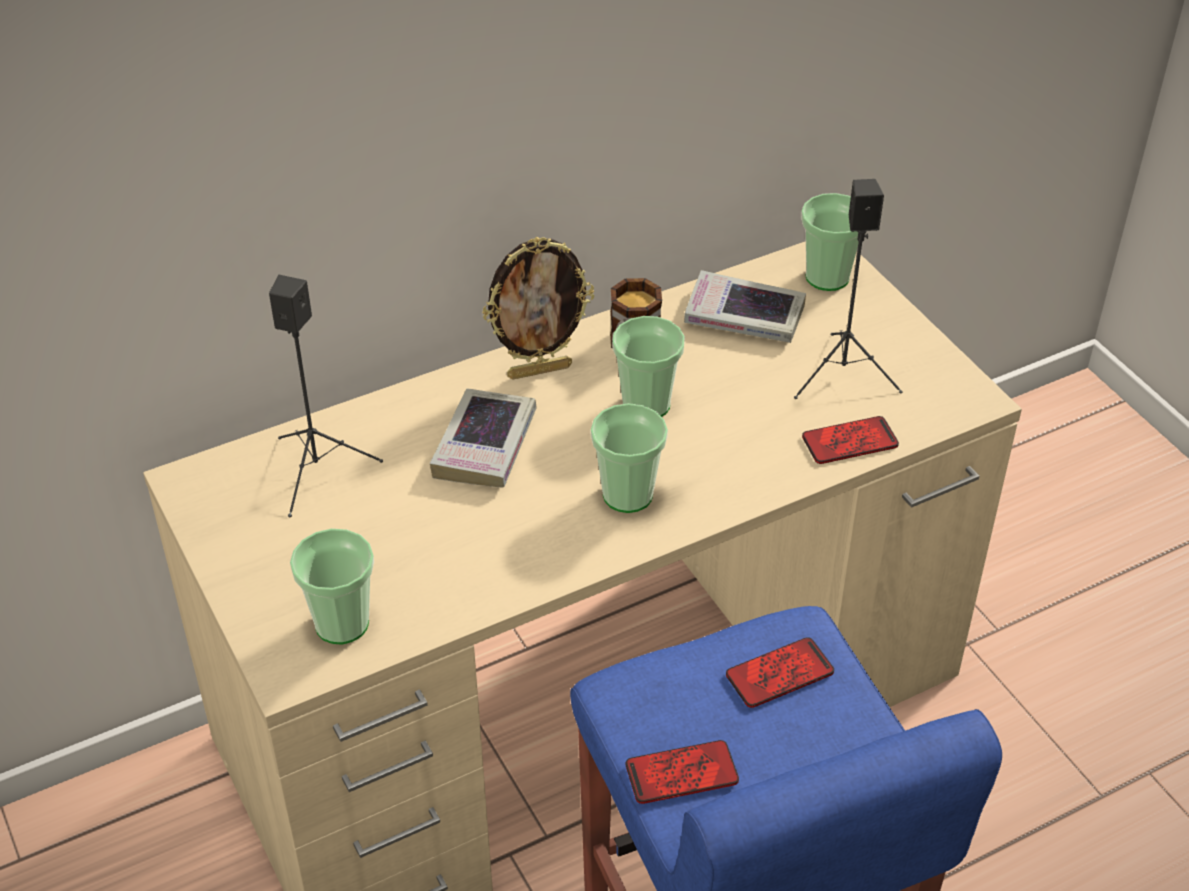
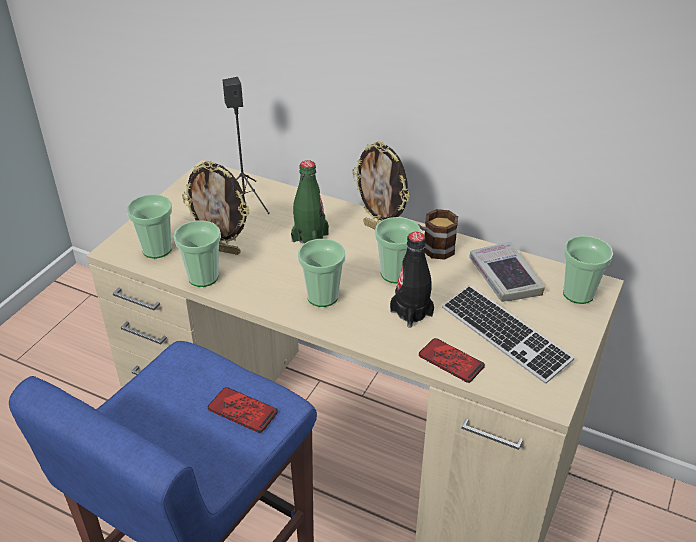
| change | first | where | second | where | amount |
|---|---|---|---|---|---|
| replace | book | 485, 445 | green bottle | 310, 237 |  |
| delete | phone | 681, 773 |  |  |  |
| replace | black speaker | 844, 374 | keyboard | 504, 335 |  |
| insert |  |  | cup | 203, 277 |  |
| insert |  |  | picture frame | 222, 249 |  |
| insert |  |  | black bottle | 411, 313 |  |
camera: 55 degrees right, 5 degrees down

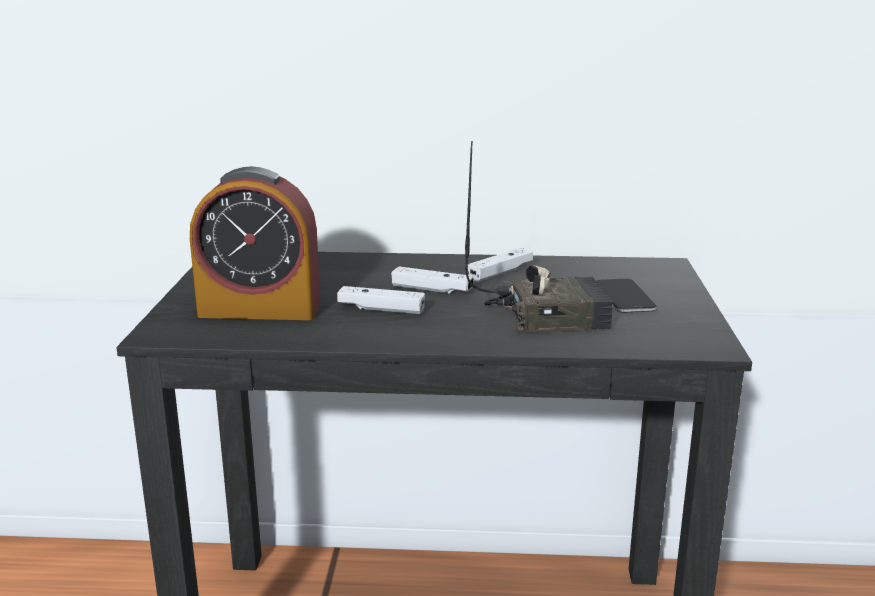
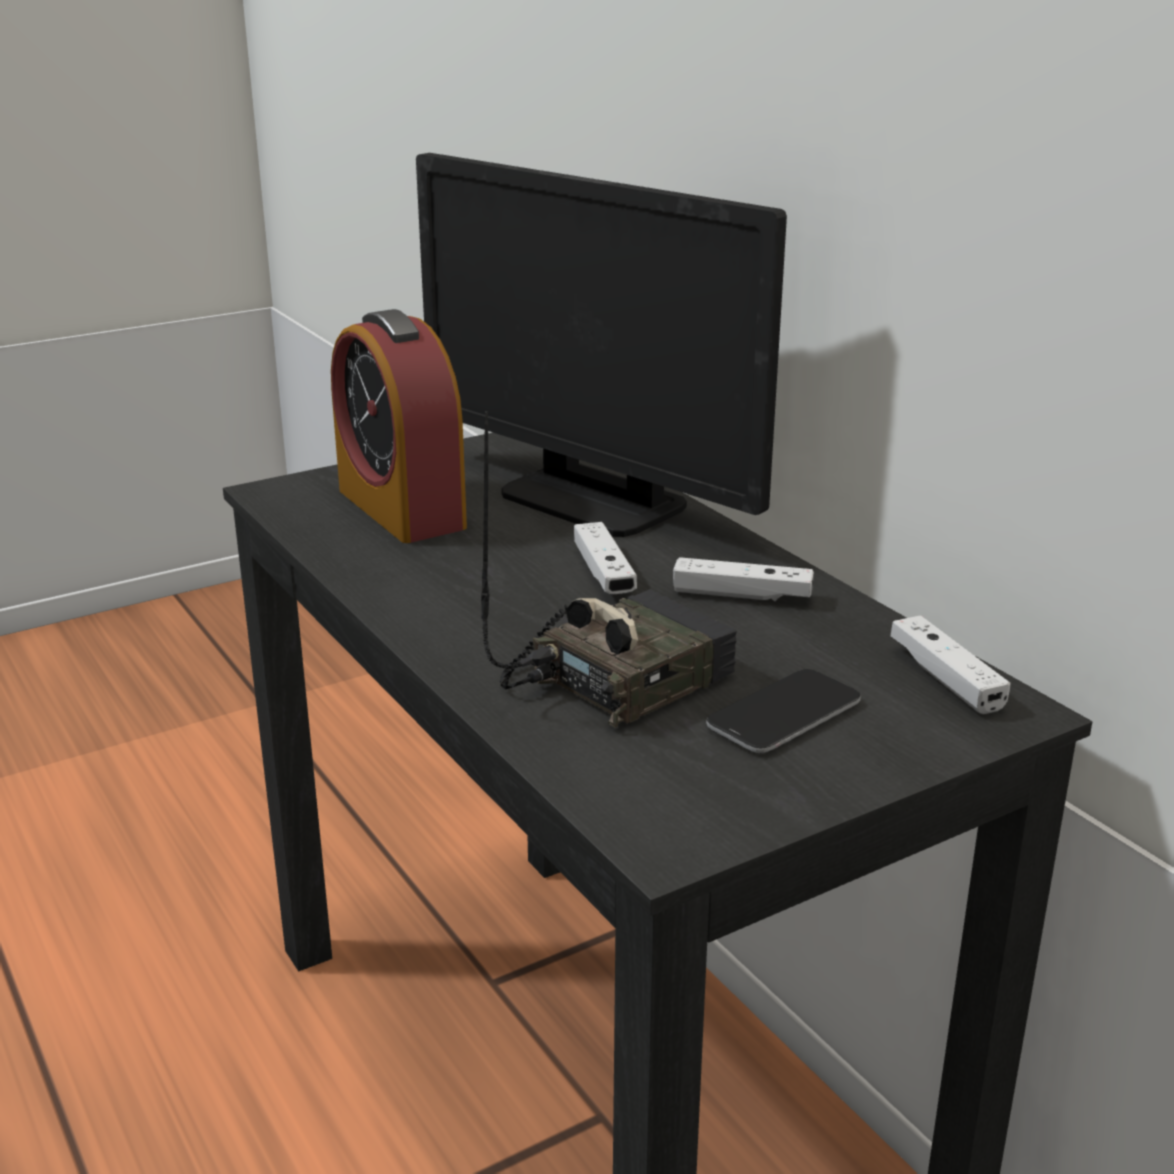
| change | first | where | second | where | amount |
|---|---|---|---|---|---|
| move | white game controller | 381, 309 |  | 945, 678 |  |
| rotate | radio | 548, 316 |  | 616, 677 | 90 degrees counterclockwise |
| insert |  |  | monitor | 594, 500 |  |
camera: 55 degrees right, 5 degrees up

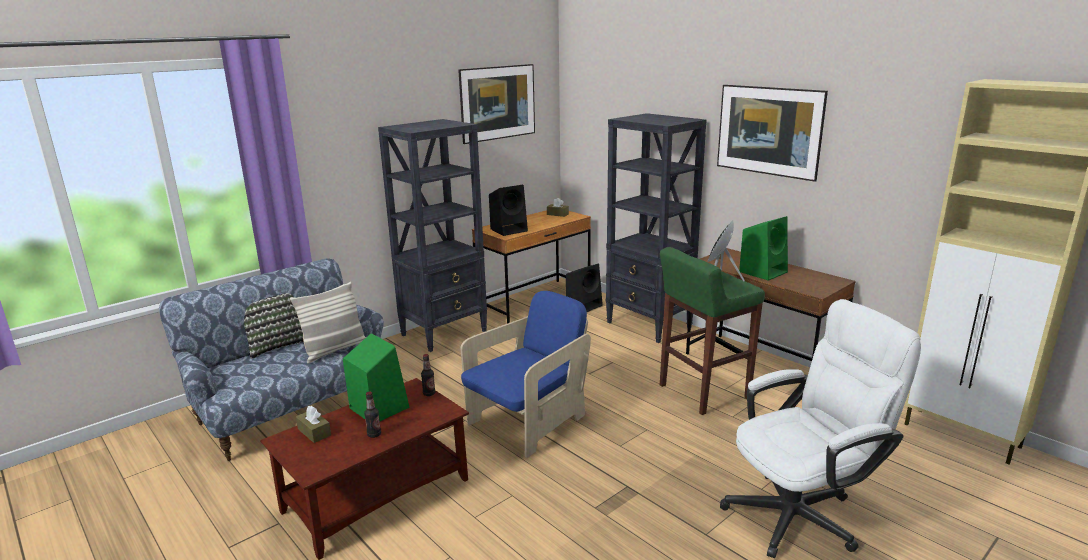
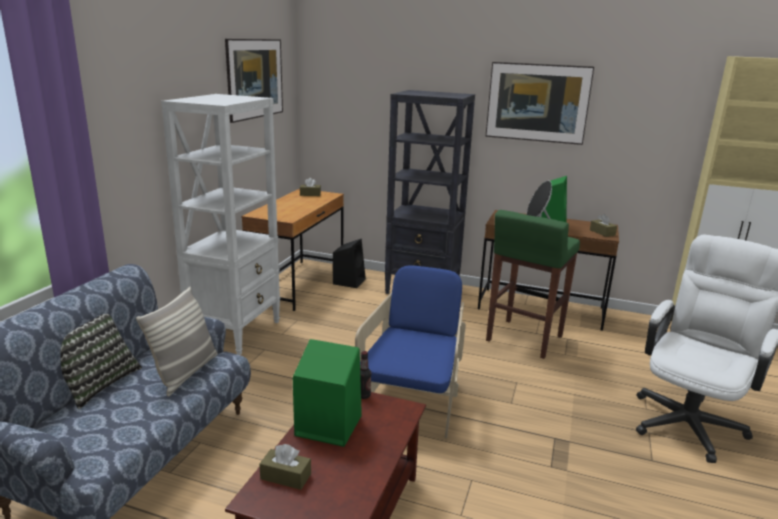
| change | first | where | second | where | amount |
|---|---|---|---|---|---|
| delete | bottle | 374, 434 |  |  |  |
| recolor | black bookcase | 445, 333 | white bookcase | 236, 332 |  |
| delete | black speaker | 509, 230 |  |  |  |
| insert |  |  | brown tissue box | 602, 232 |  |
camera: 30 degrees left, 0 degrees up

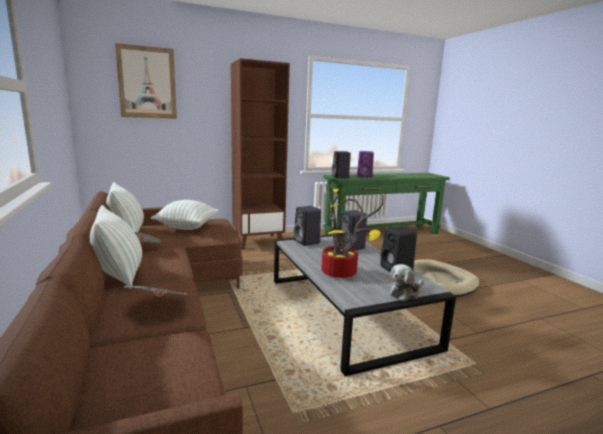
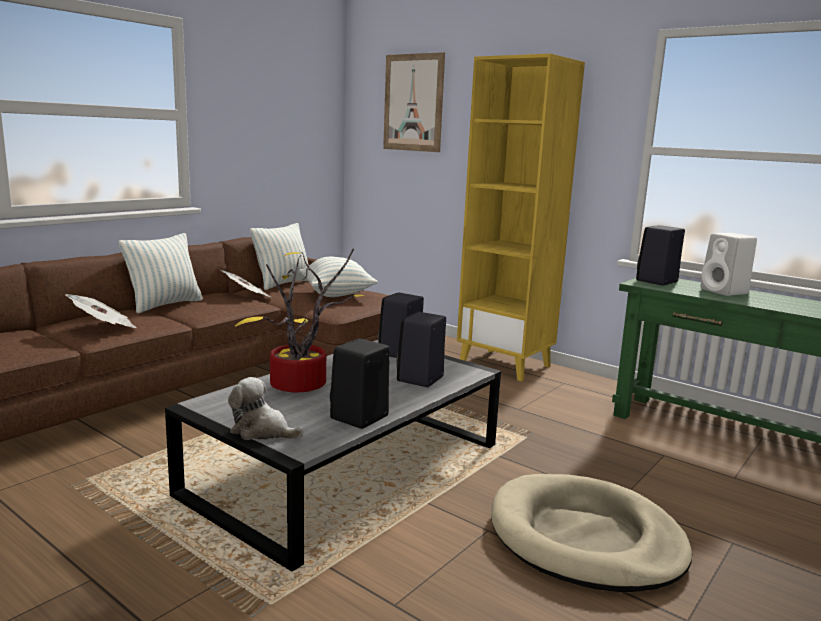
| change | first | where | second | where | amount |
|---|---|---|---|---|---|
| recolor | brown bookcase | 258, 241 | yellow bookcase | 505, 365 |  |
| recolor | purple speaker | 365, 176 | white speaker | 725, 292 |  |
camera: 60 degrees right, 0 degrees up

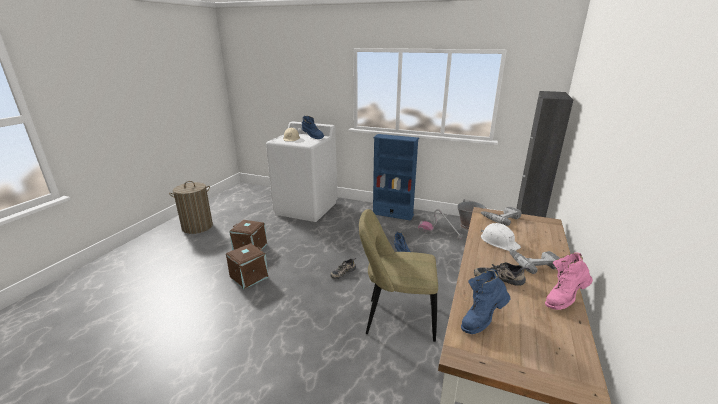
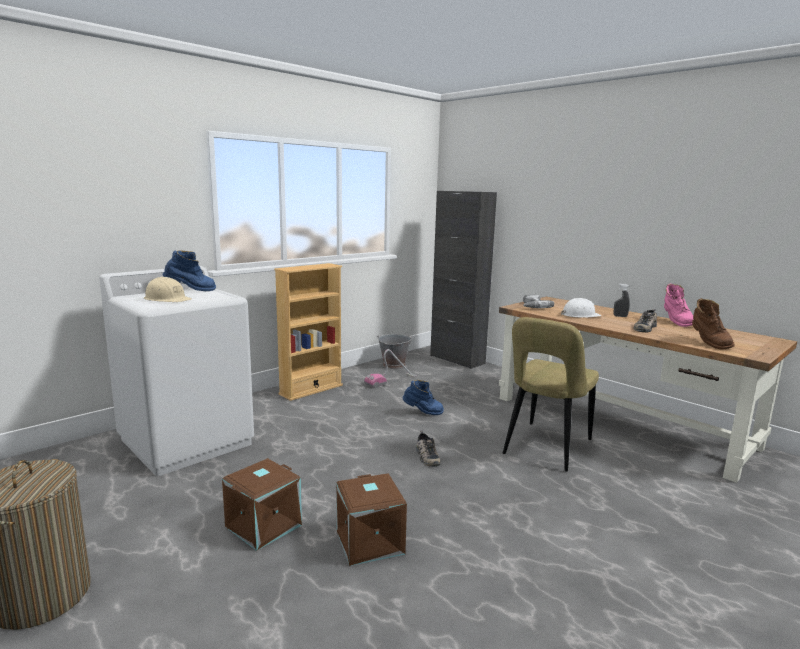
| change | first | where | second | where | amount |
|---|---|---|---|---|---|
| recolor | blue bookcase | 392, 214 | beige bookcase | 311, 390 |  |
| recolor | blue boot | 482, 320 | brown boot | 708, 343 |  |
| replace | power drill | 533, 262 | grey spray bottle | 620, 316 |  |
camera: 65 degrees left, 10 degrees down

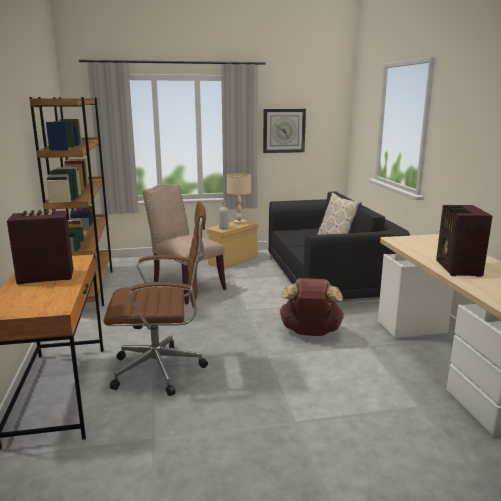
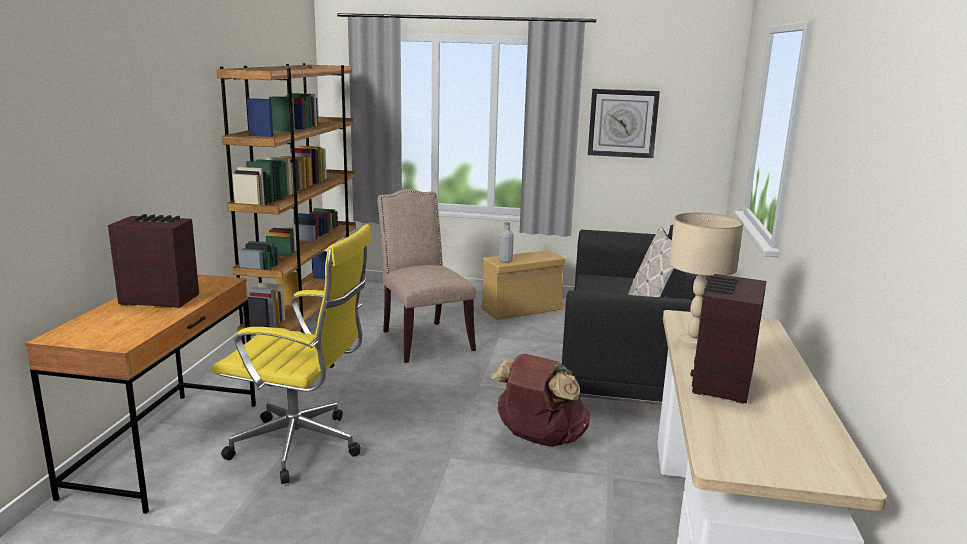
| change | first | where | second | where | amount |
|---|---|---|---|---|---|
| recolor | brown office chair | 162, 370 | yellow office chair | 302, 447 |  |
| move | beige table lamp | 239, 223 |  | 692, 342 |  |
camera: 20 degrees right, 0 degrees up

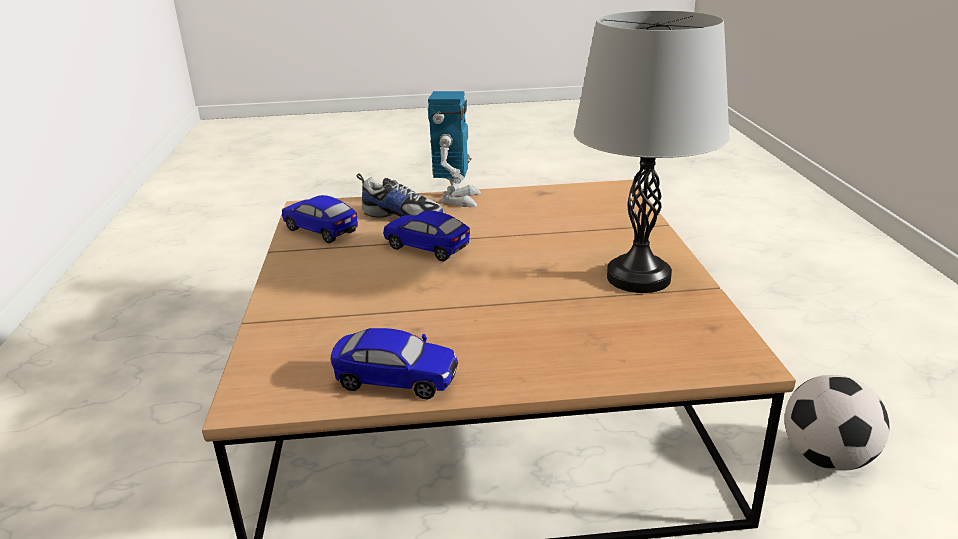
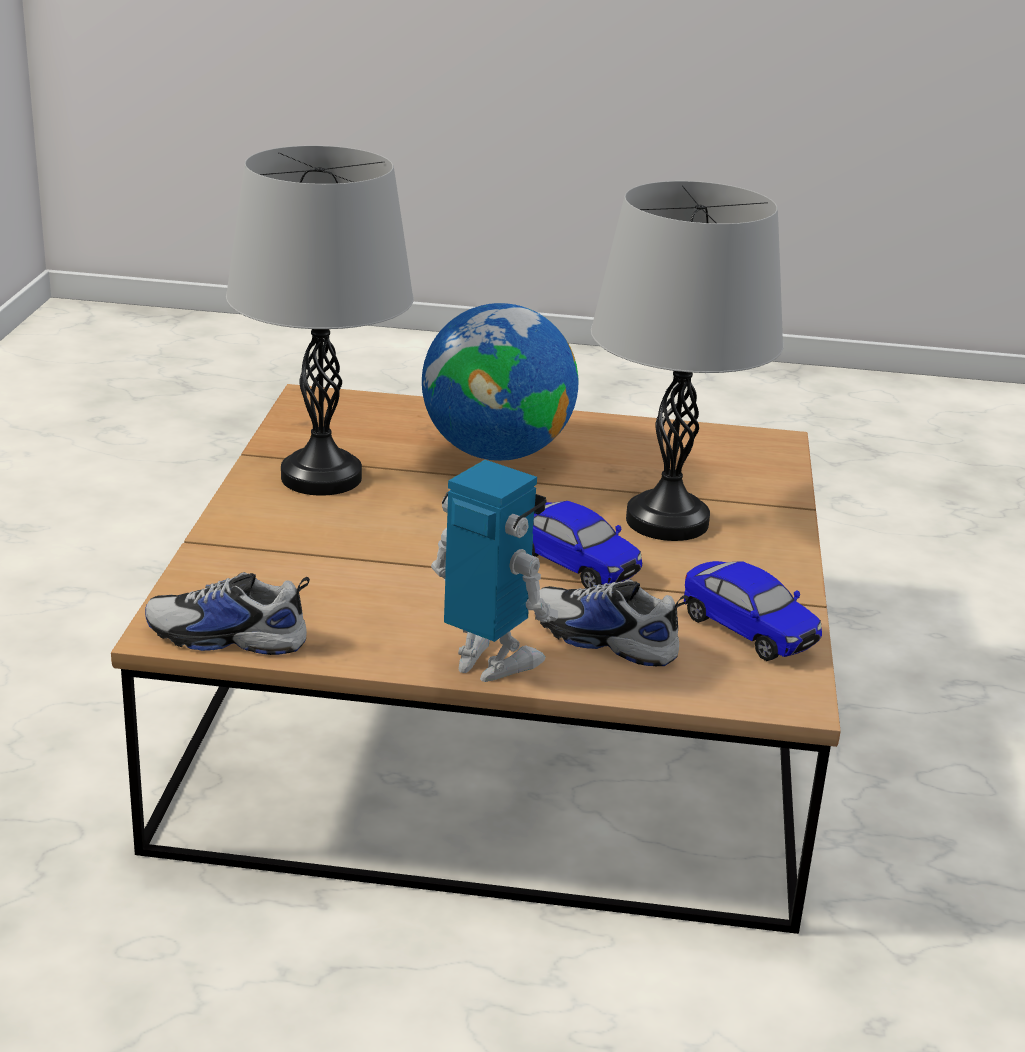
| change | first | where | second | where | amount |
|---|---|---|---|---|---|
| delete | toy car | 396, 381 |  |  |  |
| rotate | toy robot | 457, 199 |  | 490, 663 | 105 degrees clockwise |
| delete | football | 826, 458 |  |  |  |
| insert |  |  | shoe | 226, 638 |  |
| insert |  |  | globe | 495, 453 |  |
| insert |  |  | grey table lamp | 667, 521 |  |
camera: 170 degrees left, 0 degrees up

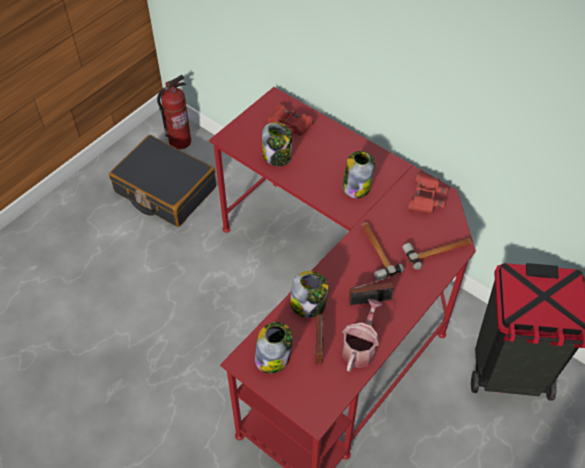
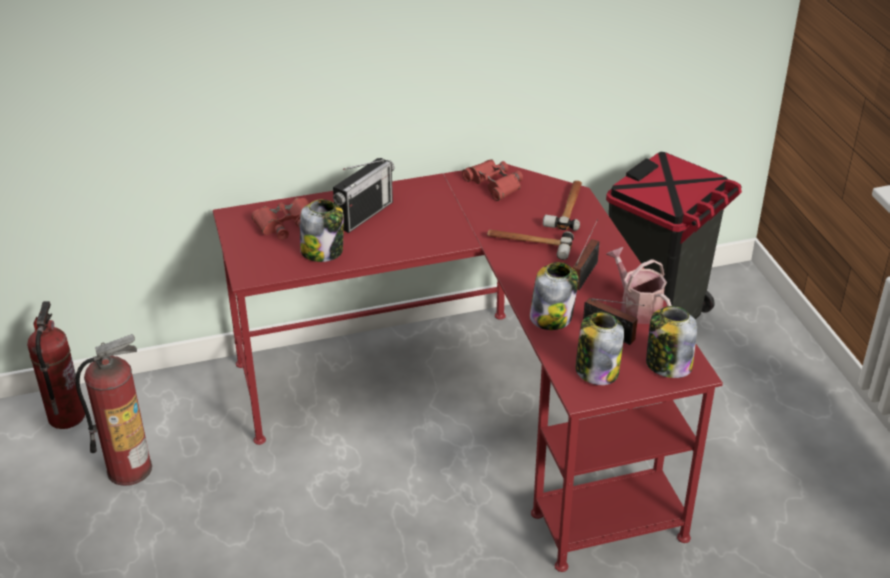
| change | first | where | second | where | amount |
|---|---|---|---|---|---|
| replace | black suitcase | 165, 190 | fire extinguisher | 130, 468 |  |
| move | jar | 356, 186 |  | 667, 365 |  |
| insert |  |  | radio | 364, 214 |  |
camera: 55 degrees left, 15 degrees down

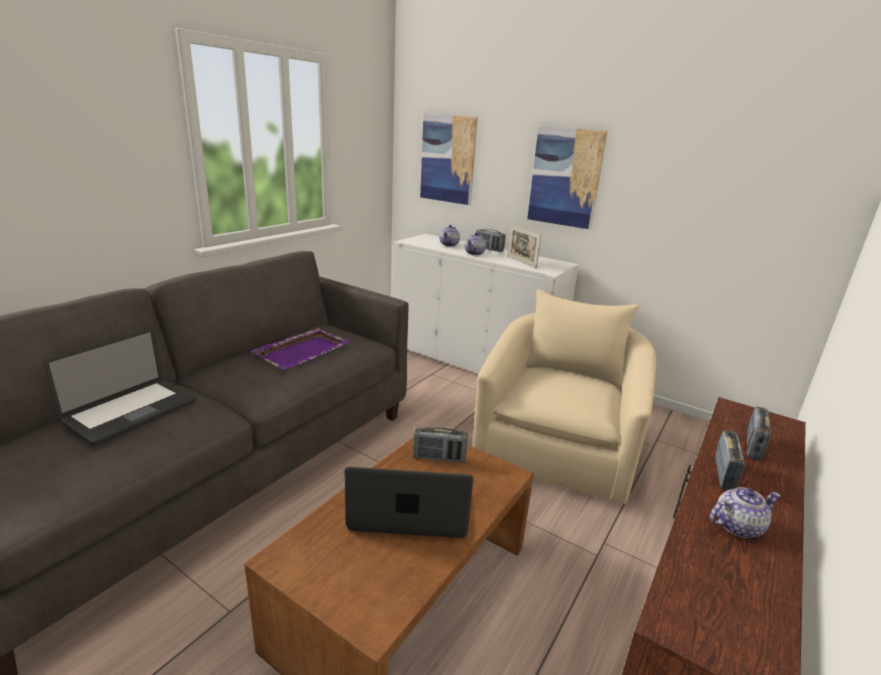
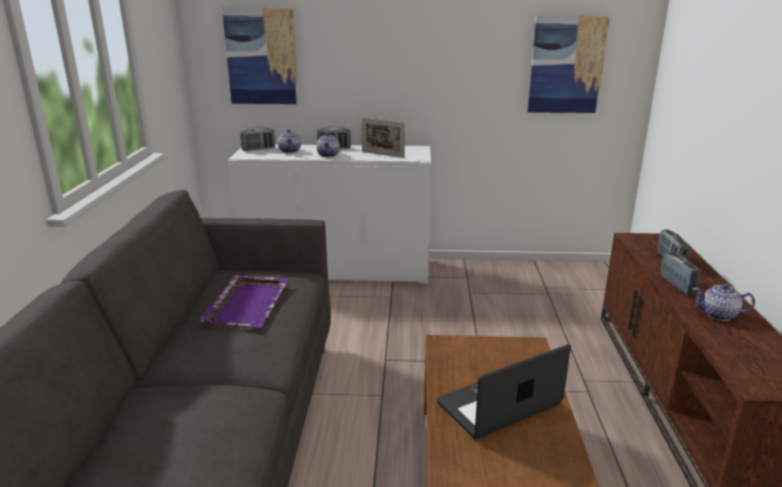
| change | first | where | second | where | amount |
|---|---|---|---|---|---|
| delete | laptop | 132, 412 |  |  |  |
| move | radio | 439, 458 |  | 258, 149 |  |
| delete | beige armchair | 558, 446 |  |  |  |
| move | picture | 565, 177 |  | 566, 65 |  |
| rotate | teapot | 736, 526 |  | 719, 315 | 120 degrees counterclockwise |
camera: 30 degrees left, 0 degrees up

